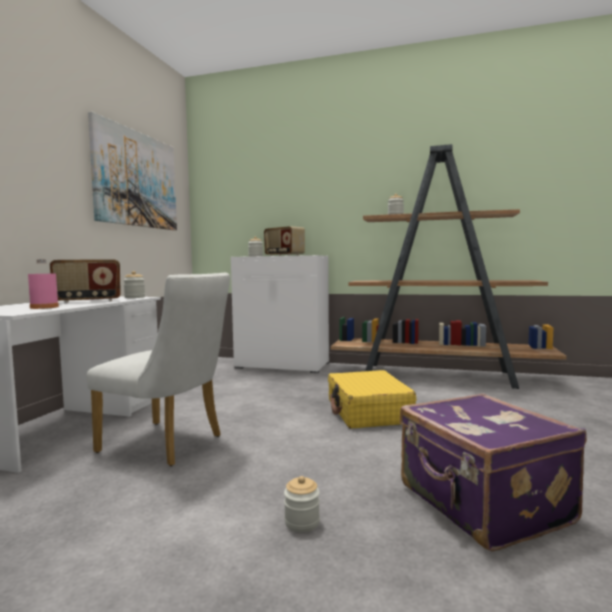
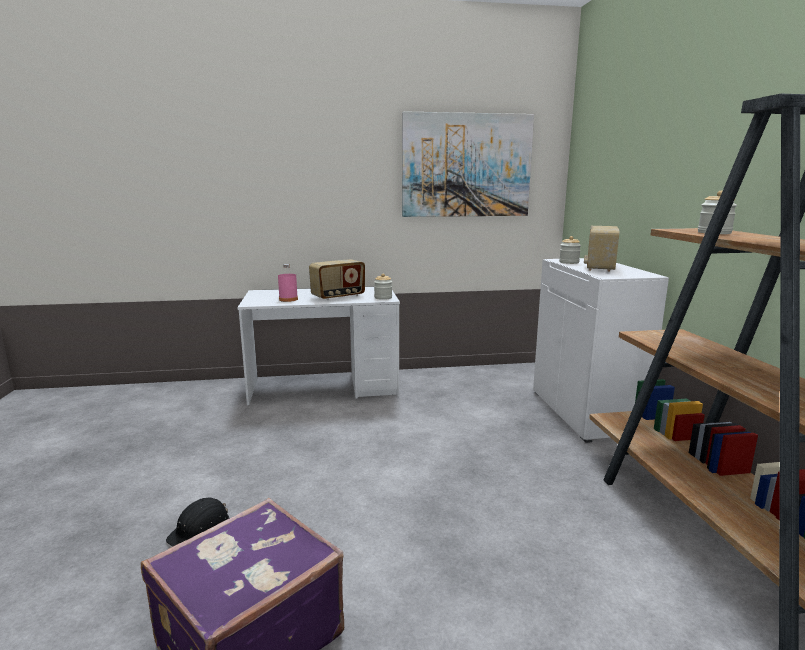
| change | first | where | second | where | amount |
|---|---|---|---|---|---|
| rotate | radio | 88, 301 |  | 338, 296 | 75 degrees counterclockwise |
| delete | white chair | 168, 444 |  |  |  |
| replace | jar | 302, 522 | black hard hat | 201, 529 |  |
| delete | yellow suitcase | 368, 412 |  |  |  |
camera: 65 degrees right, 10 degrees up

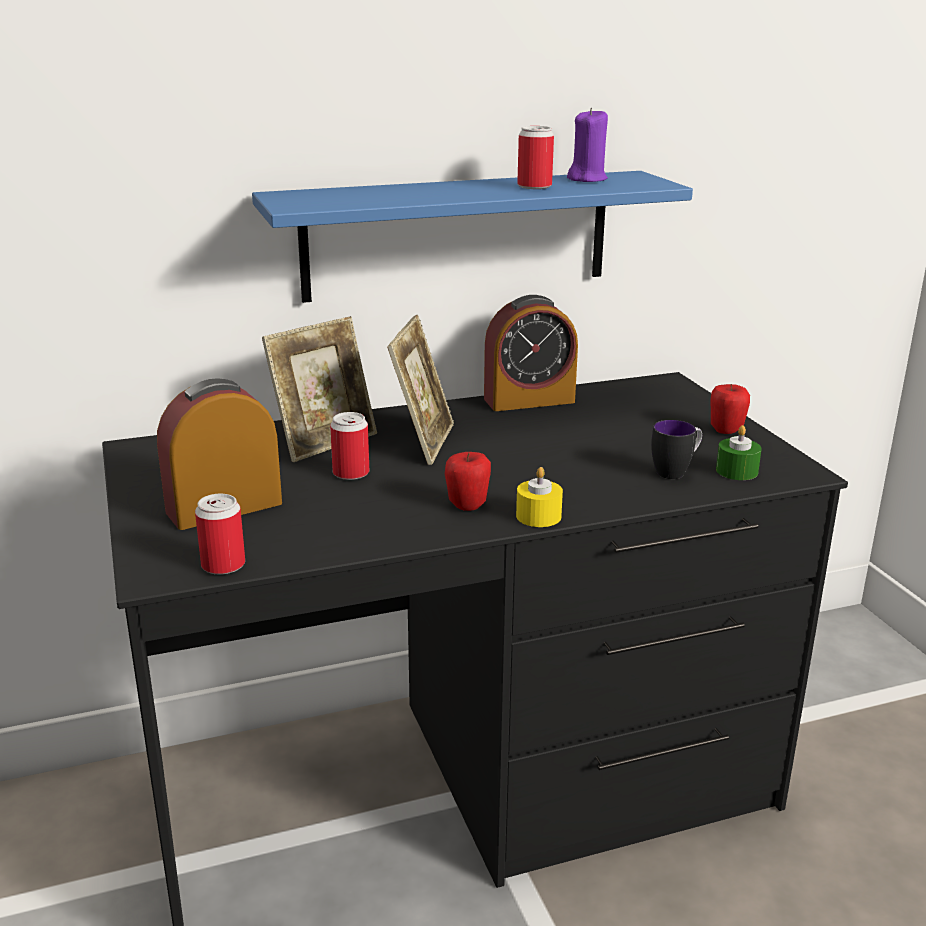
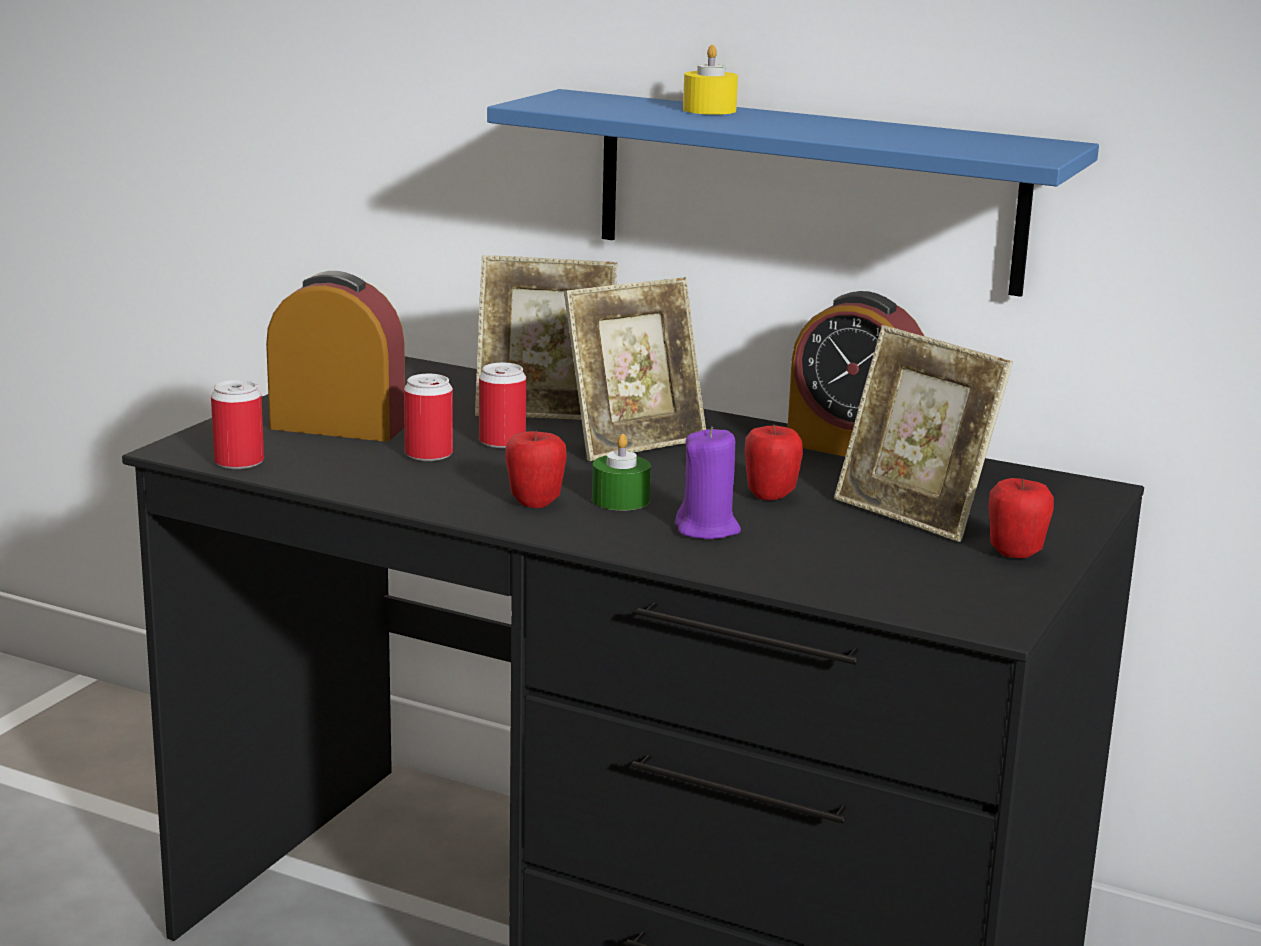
| change | first | where | second | where | amount |
|---|---|---|---|---|---|
| move | yellow candle | 538, 516 |  | 709, 110 |  |
| move | can | 534, 186 |  | 428, 454 |  |
| move | purple candle | 587, 179 |  | 708, 529 |  |
| delete | mug | 676, 471 |  |  |  |
| move | green candle | 736, 471 |  | 620, 500 |  |
| insert |  |  | apple | 771, 496 |  |
| insert |  |  | picture frame | 913, 514 |  |
camera: 45 degrees right, 5 degrees down

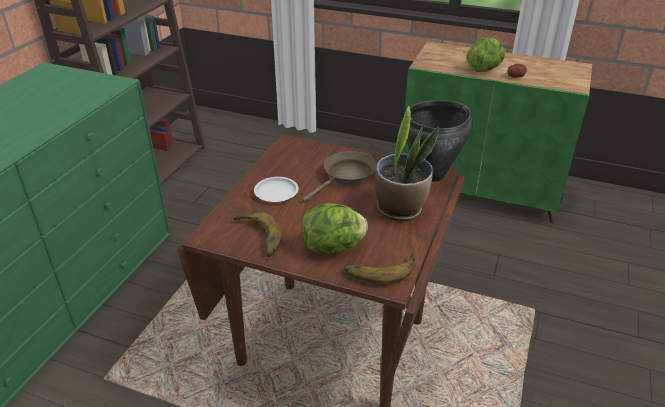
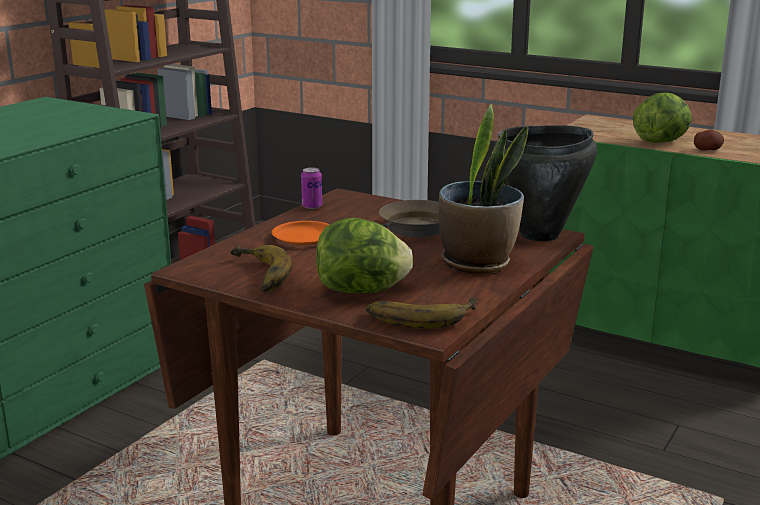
| change | first | where | second | where | amount |
|---|---|---|---|---|---|
| recolor | white plate | 276, 192 | orange plate | 303, 237 |  |
| insert |  |  | can | 312, 206 |  |
camera: 10 degrees right, 15 degrees down

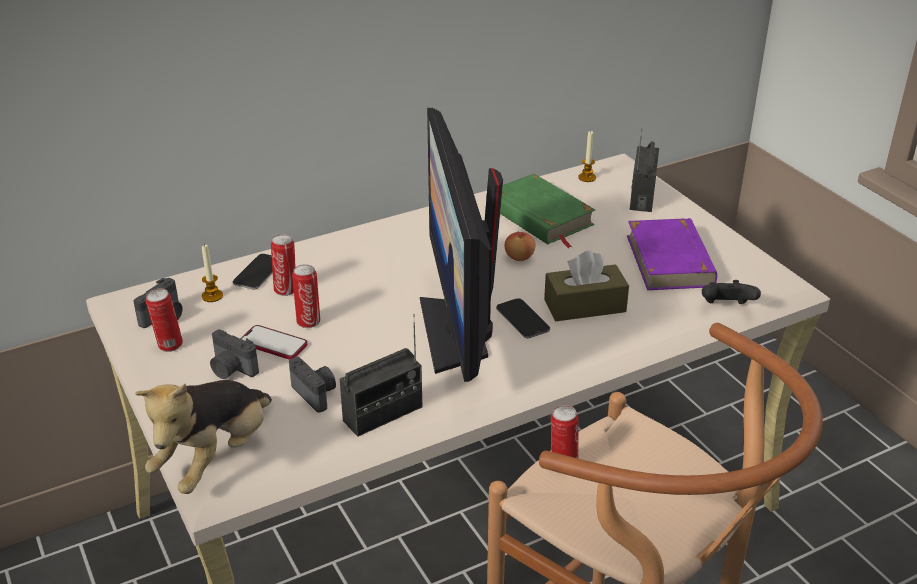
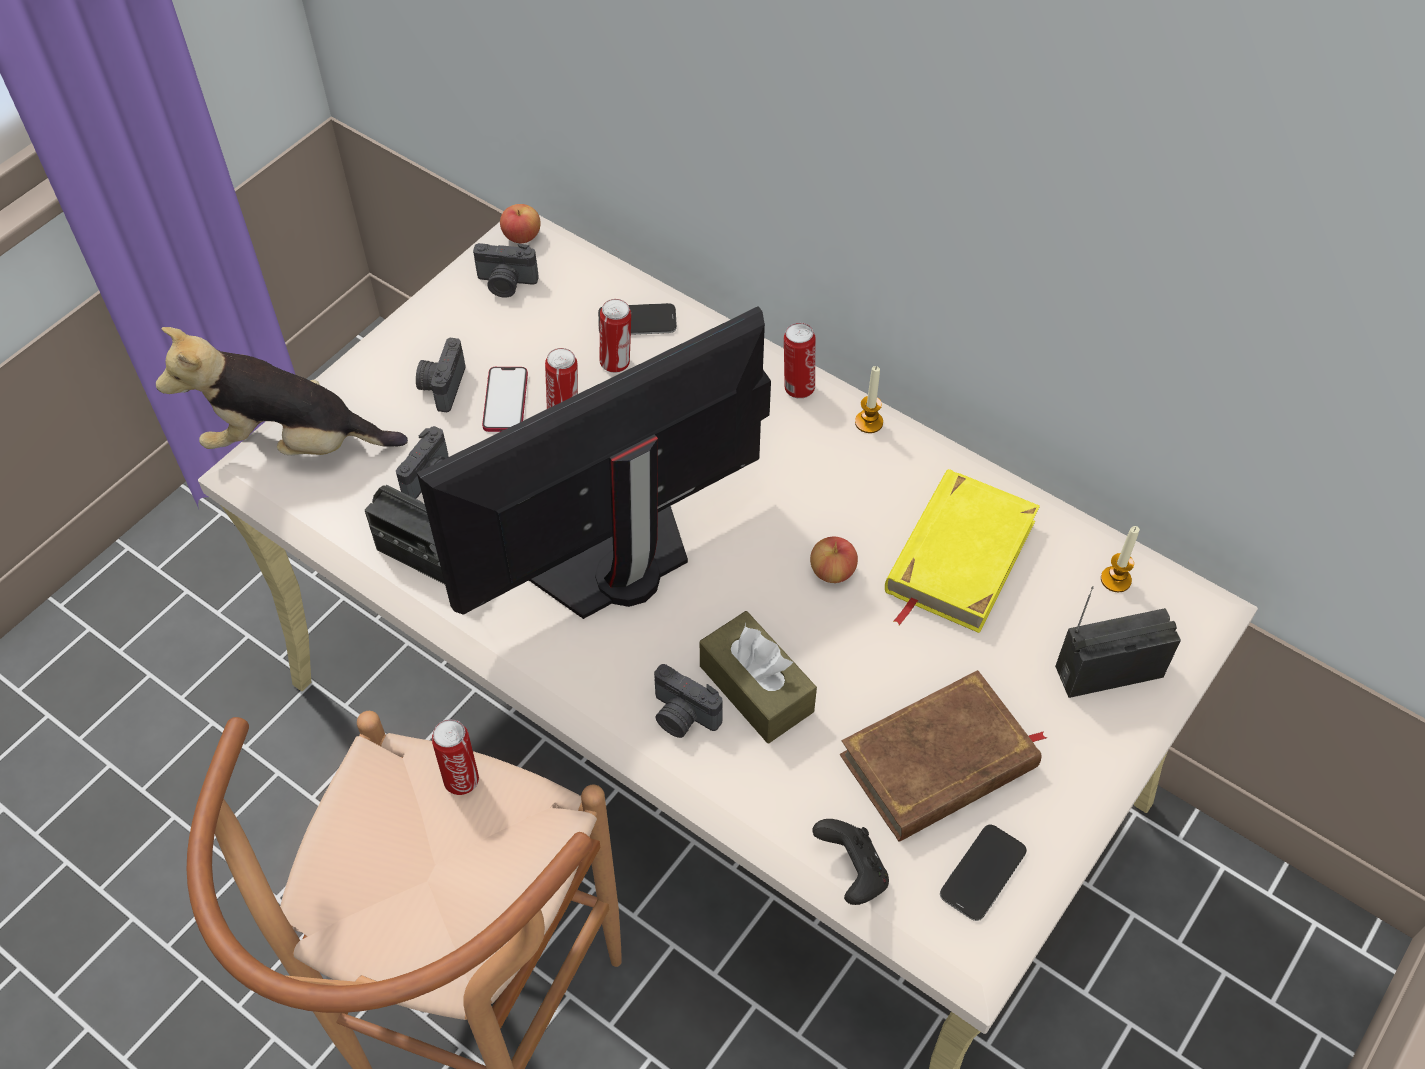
| change | first | where | second | where | amount |
|---|---|---|---|---|---|
| move | can | 169, 345 |  | 797, 387 |  |
| move | candle | 212, 296 |  | 868, 422 |  |
| recolor | green book | 539, 216 | yellow book | 958, 556 |  |
| move | phone | 522, 319 |  | 982, 873 |  |
| recolor | purple book | 670, 260 | brown book | 939, 762 |  |
| insert |  |  | apple | 522, 236 |  |
| insert |  |  | photo camera | 682, 717 |  |
camera: 65 degrees right, 20 degrees up

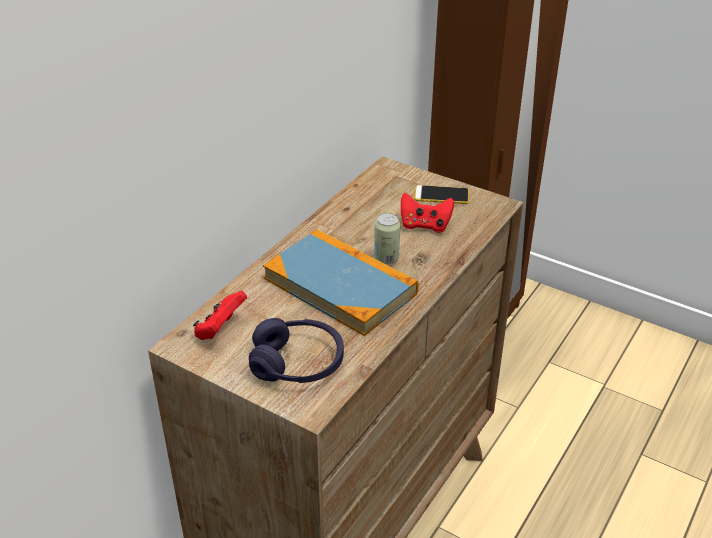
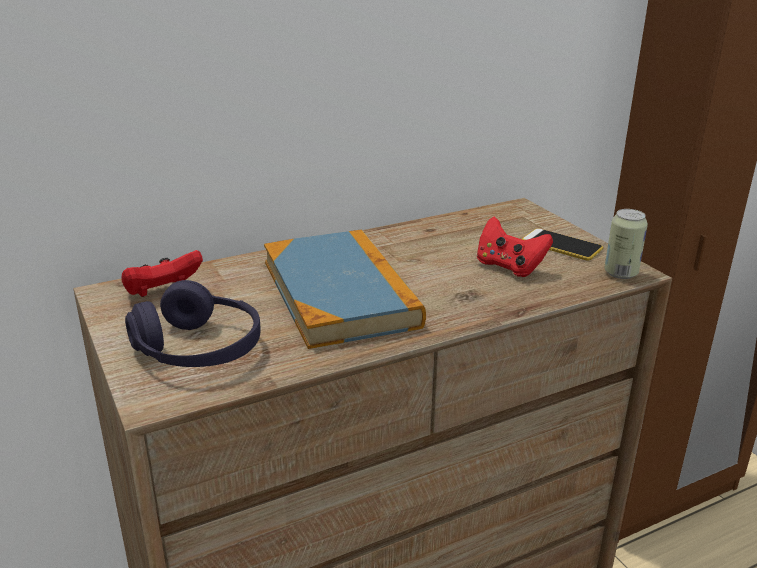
| change | first | where | second | where | amount |
|---|---|---|---|---|---|
| move | can | 386, 258 |  | 620, 273 |  |
camera: 30 degrees right, 10 degrees down

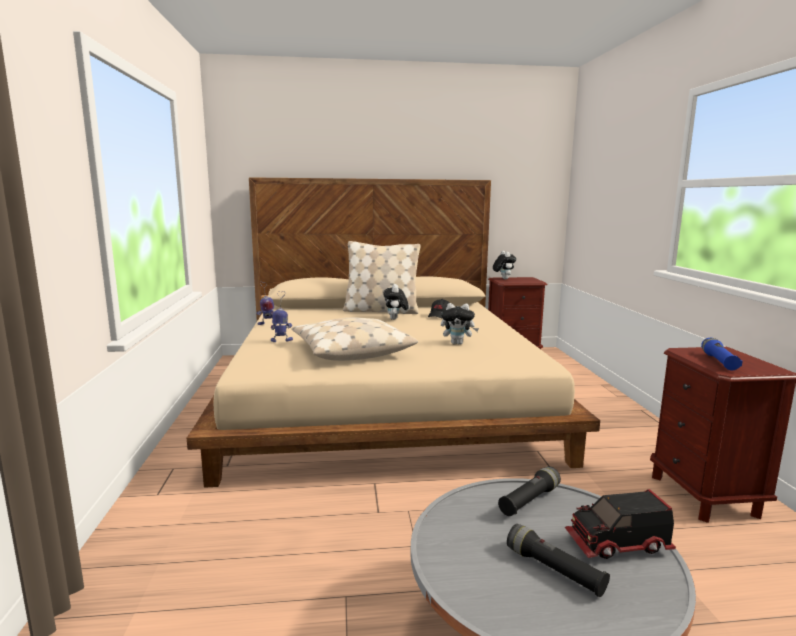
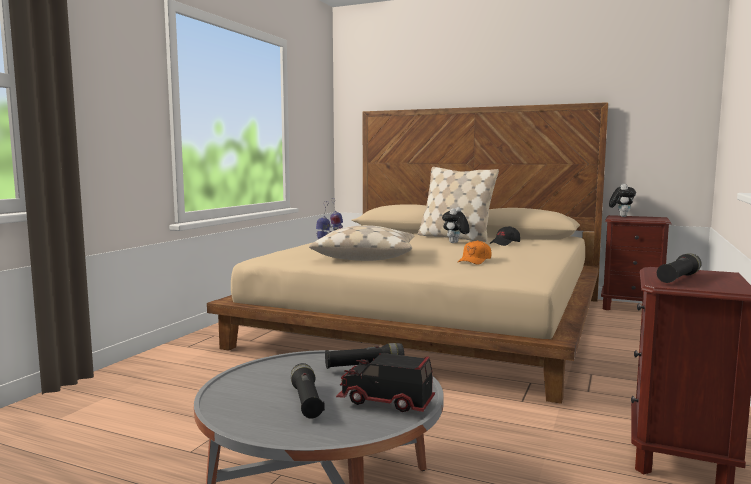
| change | first | where | second | where | amount |
|---|---|---|---|---|---|
| replace | plush toy | 458, 343 | orange cap | 475, 261 |  |
| recolor | blue flashlight | 719, 362 | black flashlight | 678, 278 |  |
camera: 30 degrees right, 5 degrees down

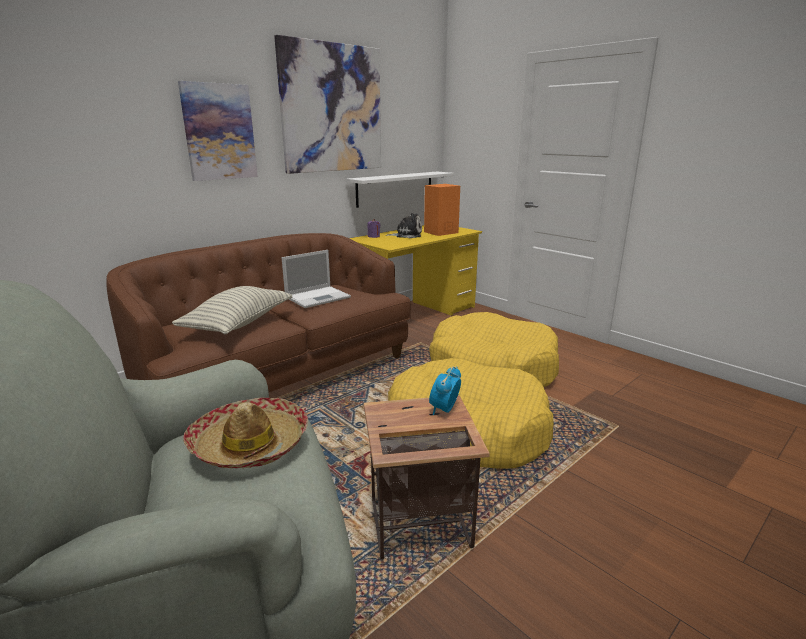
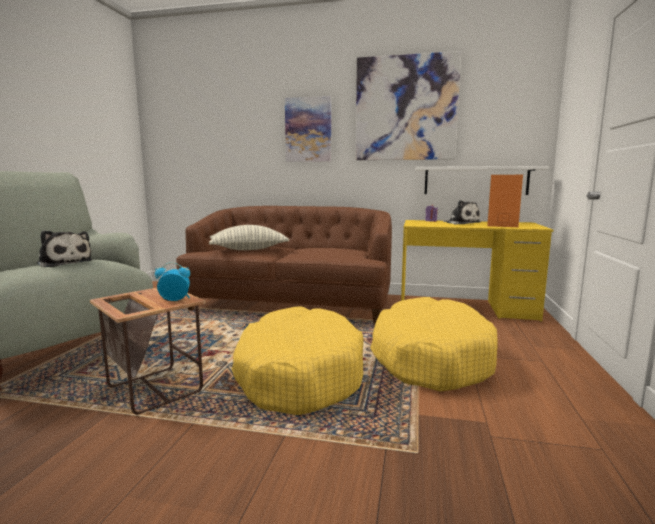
| change | first | where | second | where | amount |
|---|---|---|---|---|---|
| replace | hat | 250, 444 | plush toy | 64, 263 |  |
| delete | laptop | 318, 297 |  |  |  |
camera: 55 degrees right, 10 degrees down

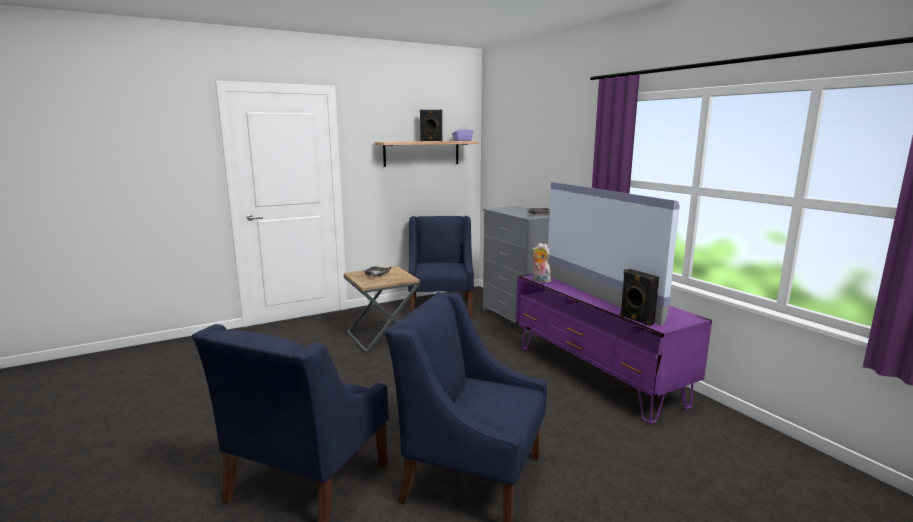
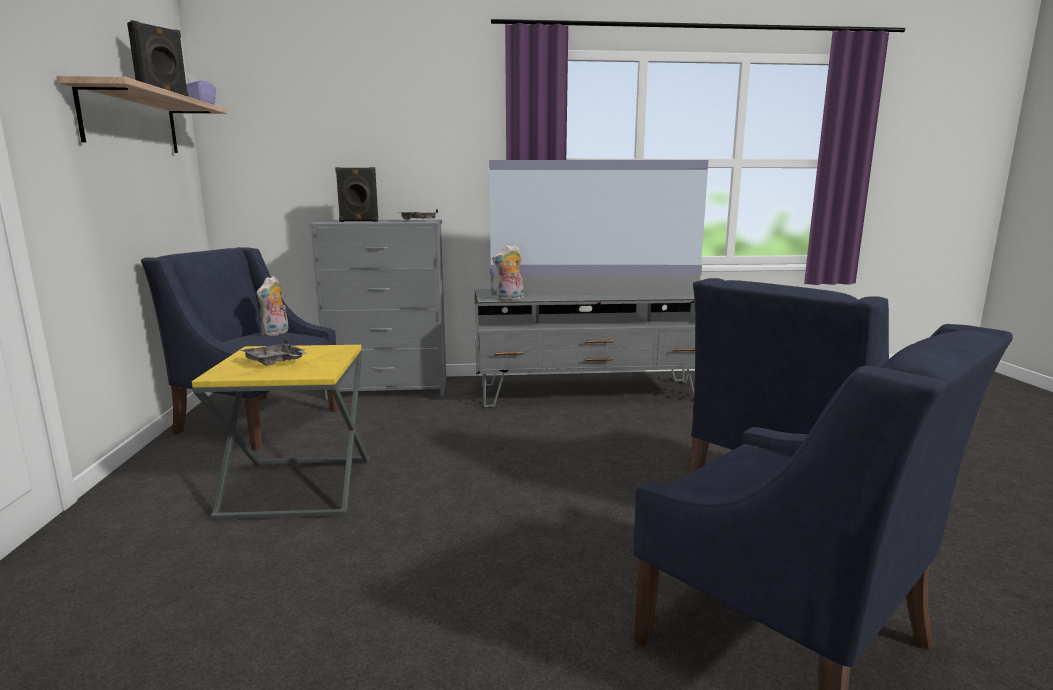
| change | first | where | second | where | amount |
|---|---|---|---|---|---|
| recolor | brown side table | 383, 336 | yellow side table | 297, 487 |  |
| recolor | purple tv stand | 596, 374 | grey tv stand | 590, 393 |  |
| move | black speaker | 635, 320 |  | 359, 221 |  |
| insert |  |  | plush toy | 276, 333 |  |
camera: 65 degrees left, 0 degrees up

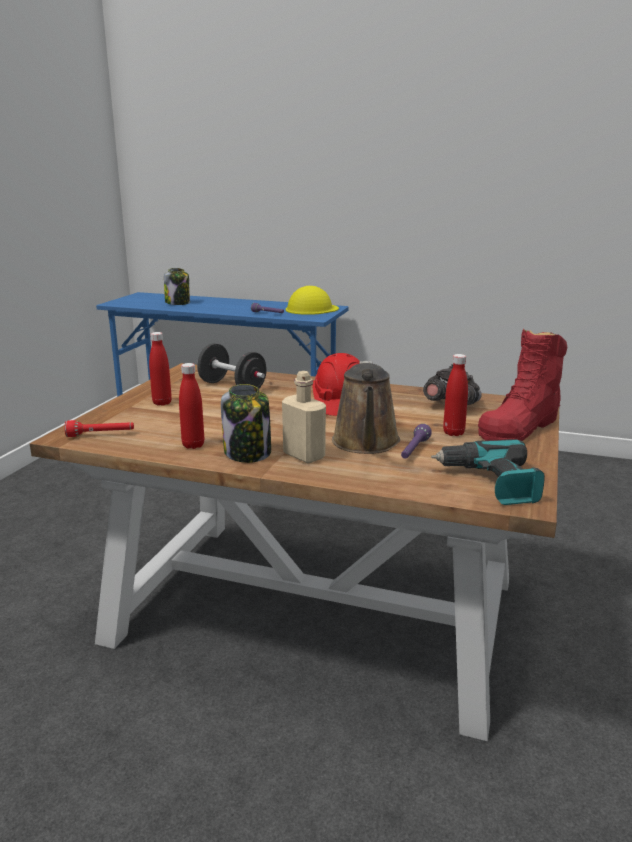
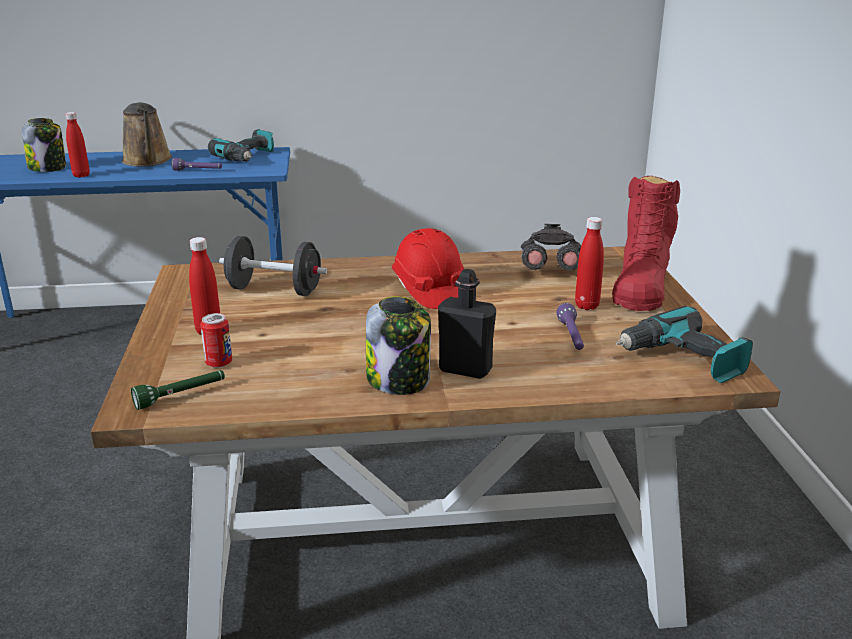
| change | first | where | second | where | amount |
|---|---|---|---|---|---|
| recolor | red flashlight | 101, 435 | green flashlight | 181, 396 |  |
| move | red bottle | 193, 445 |  | 81, 175 |  |
| recolor | beige bottle | 304, 455 | black bottle | 465, 369 |  |
| replace | yellow hard hat | 311, 309 | power drill | 248, 157 |  |
| move | brown watering can | 366, 443 |  | 148, 161 |  |
| insert |  |  | can | 219, 363 |  |
camera: 25 degrees left, 5 degrees up

